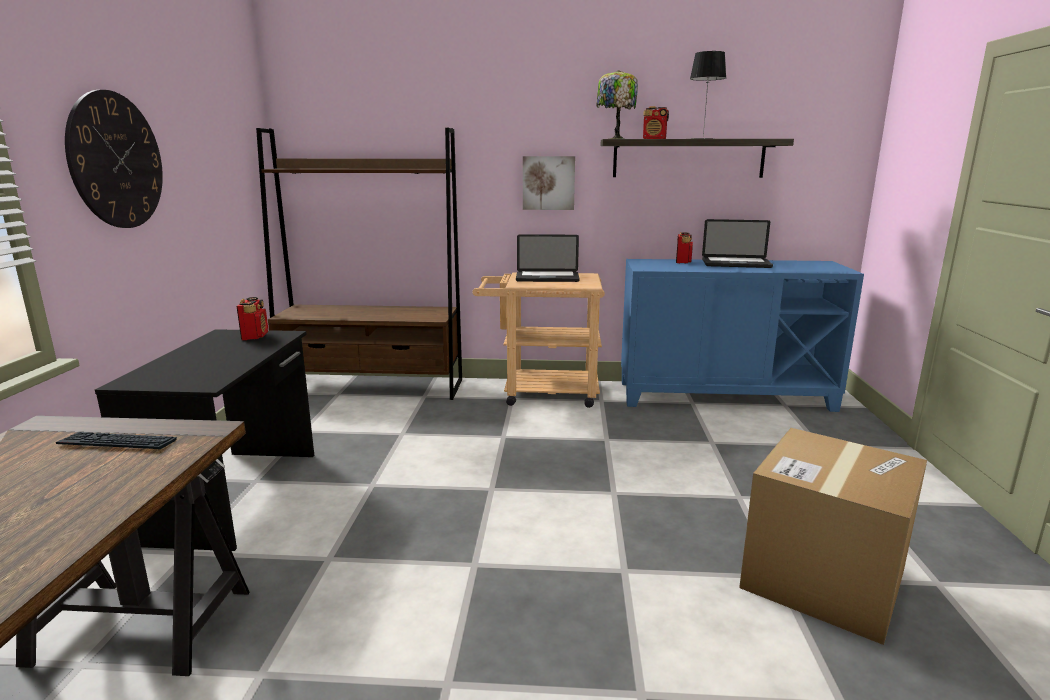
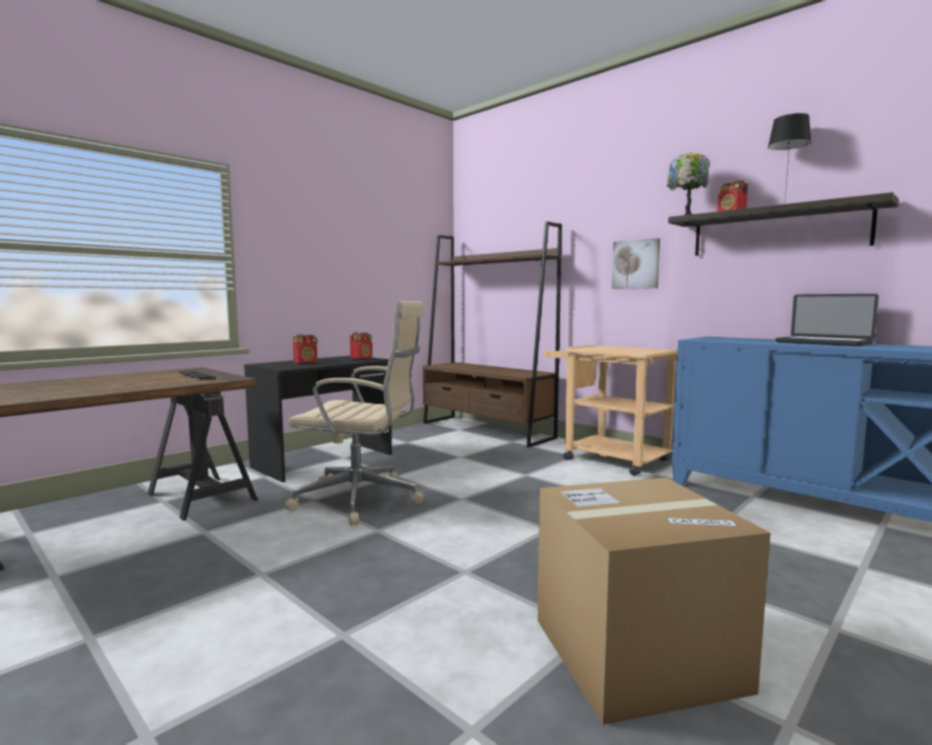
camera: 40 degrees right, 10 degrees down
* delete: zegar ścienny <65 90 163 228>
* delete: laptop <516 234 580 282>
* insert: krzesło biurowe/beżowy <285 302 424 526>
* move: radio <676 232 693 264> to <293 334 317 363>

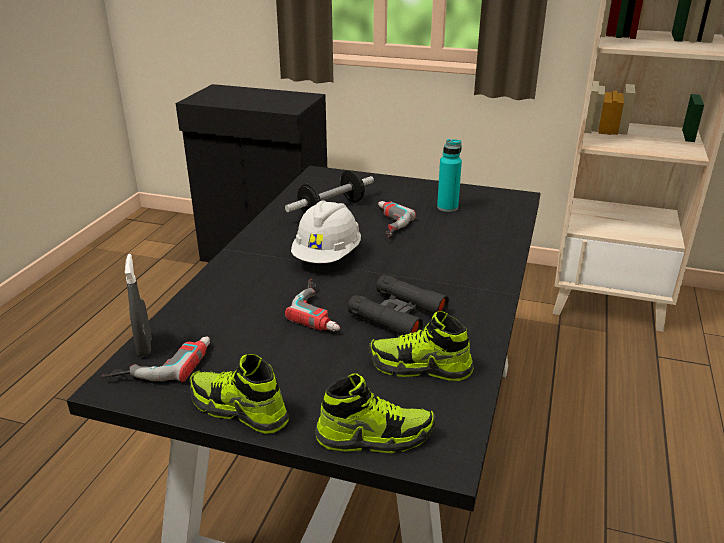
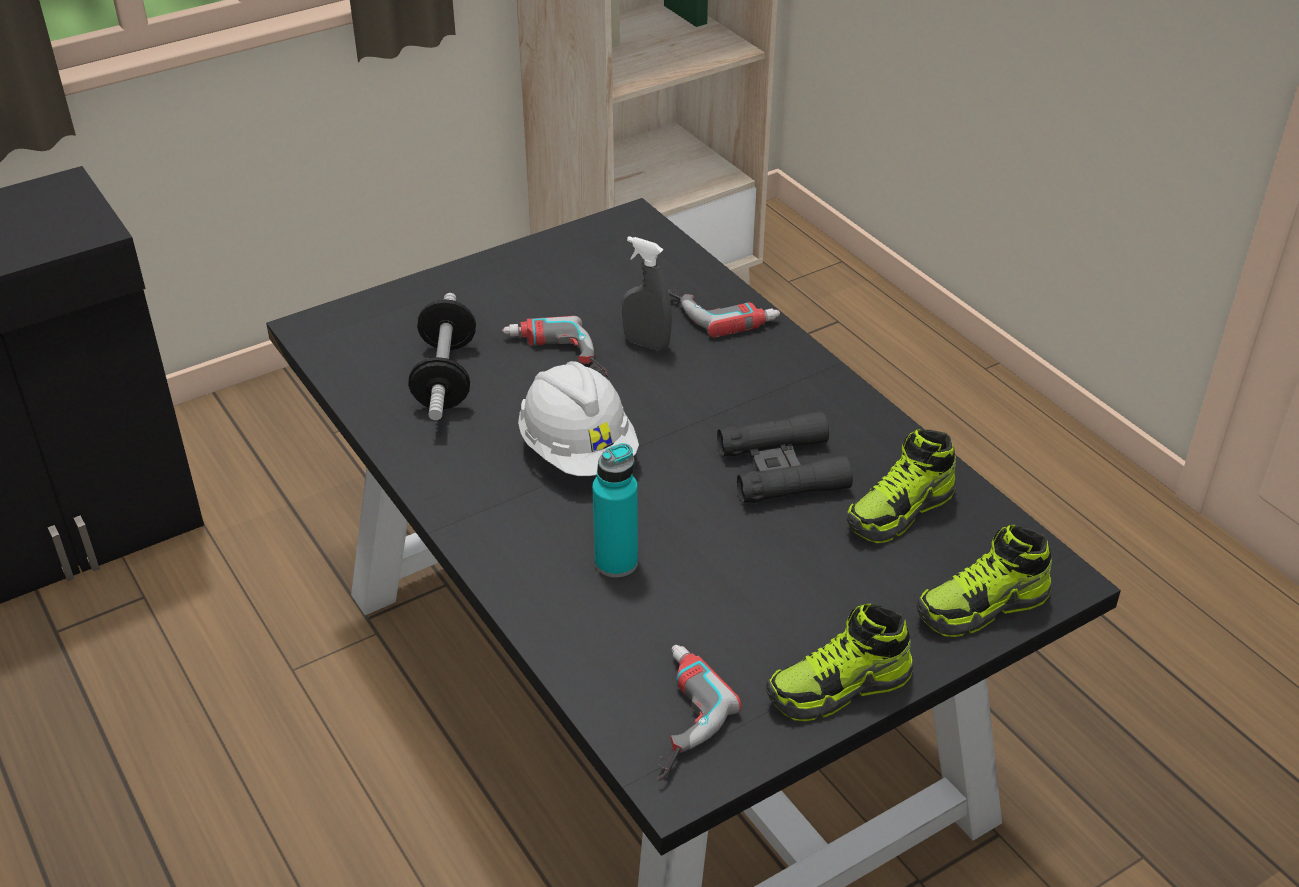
camera: 50 degrees left, 10 degrees up
* move: spryskiwacz/szary <125 254 151 357> to <622 236 672 351>
* move: wiertarka <285 279 340 331> to <668 289 780 338>
* move: butelka/turkusowy <437 139 462 212> to <592 443 638 578>
* rotate: but <315 373 436 453> = <917 525 1052 637> 150 degrees counterclockwise

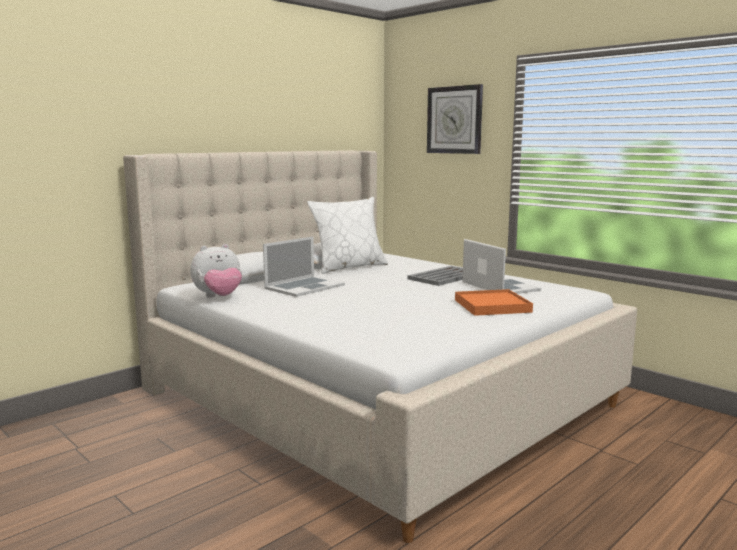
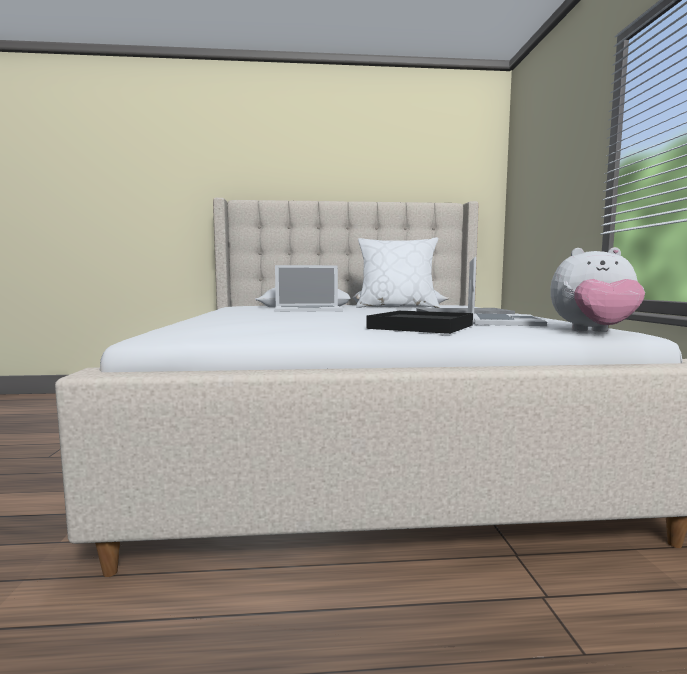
camera: 40 degrees right, 5 degrees down
* delete: zegar ścienny <427 84 483 154>
* move: pluszak <190 244 242 298> to <550 247 645 332>
* recolor: taca/pomarańczowy <455 289 533 316> to taca/czarny <366 311 473 334>

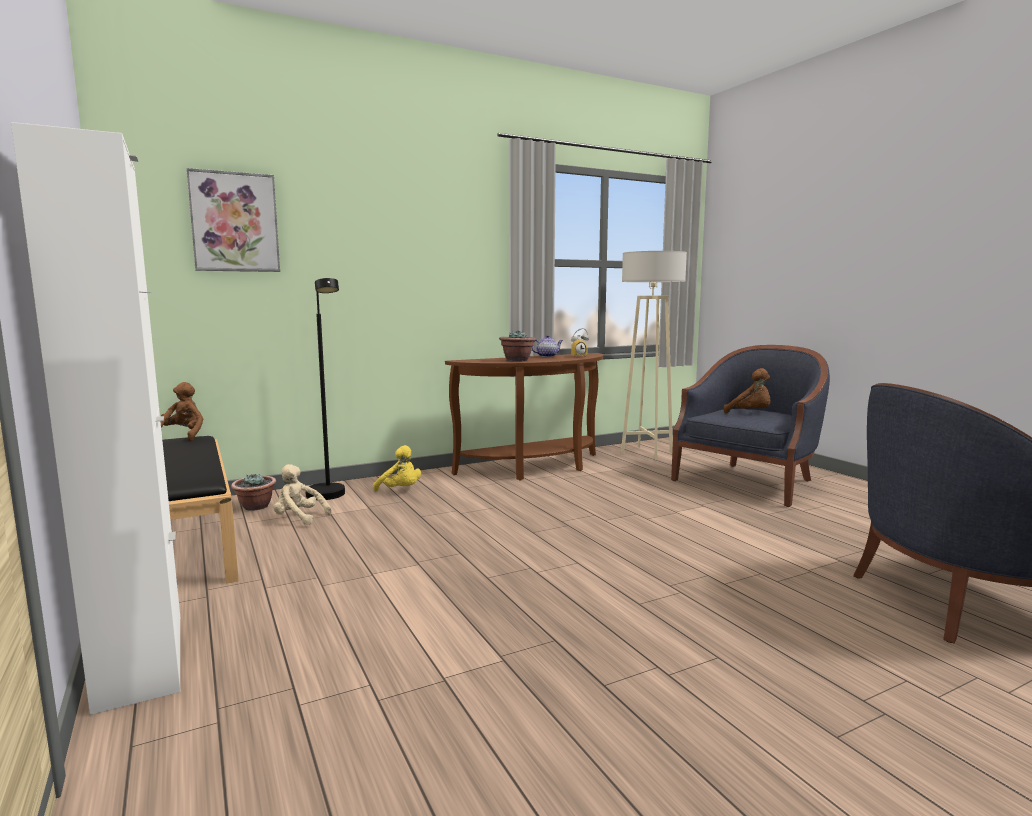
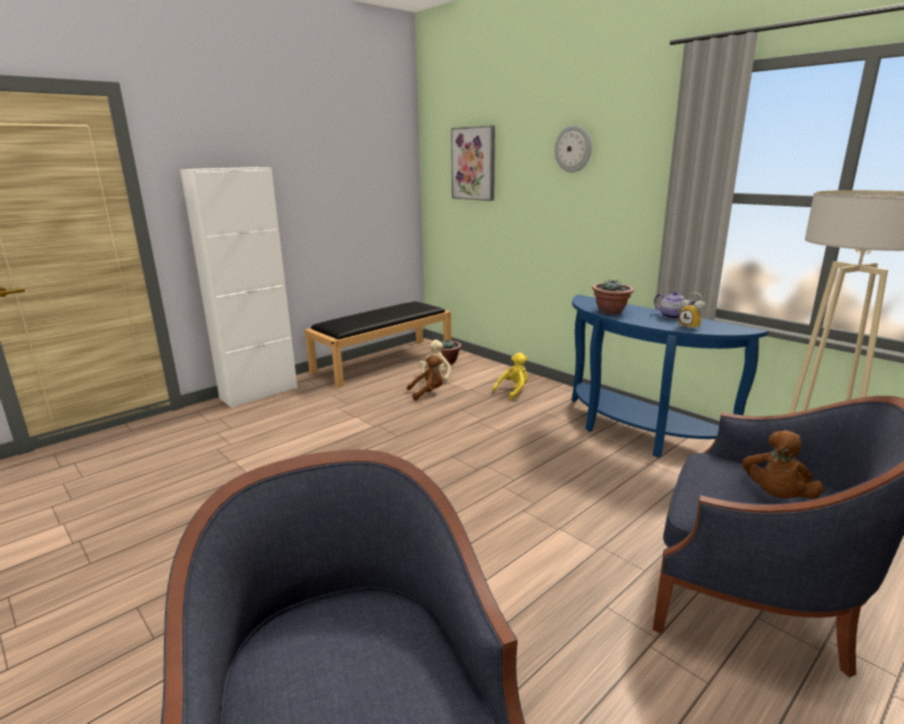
camera: 75 degrees right, 10 degrees up
* delete: lampa stojąca/czarny <305 278 345 500>
* insert: zegar ścienny <555 125 592 173>
* move: pluszak/brązowy <160 382 203 441> to <407 355 443 400>
* recolor: stolik konsolowy/brązowy <445 353 603 480> to stolik konsolowy/niebieski <571 295 768 458>
* rotate: pluszak/żółty <373 445 421 491> = <492 353 528 400> 150 degrees counterclockwise

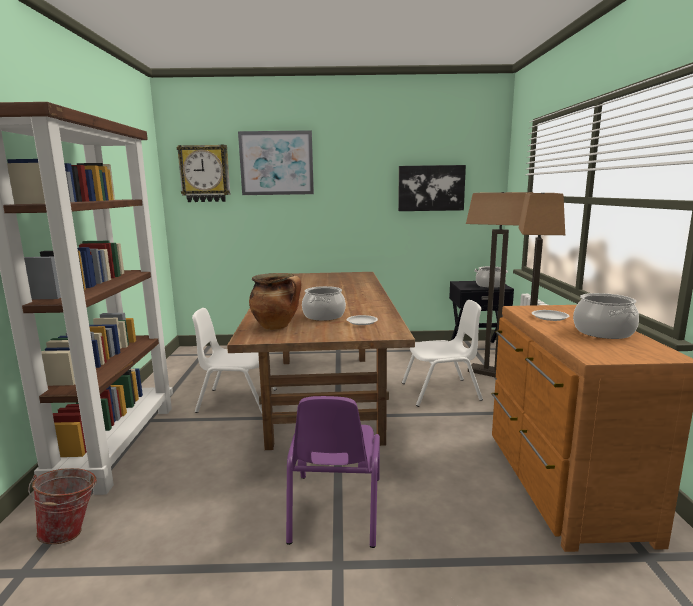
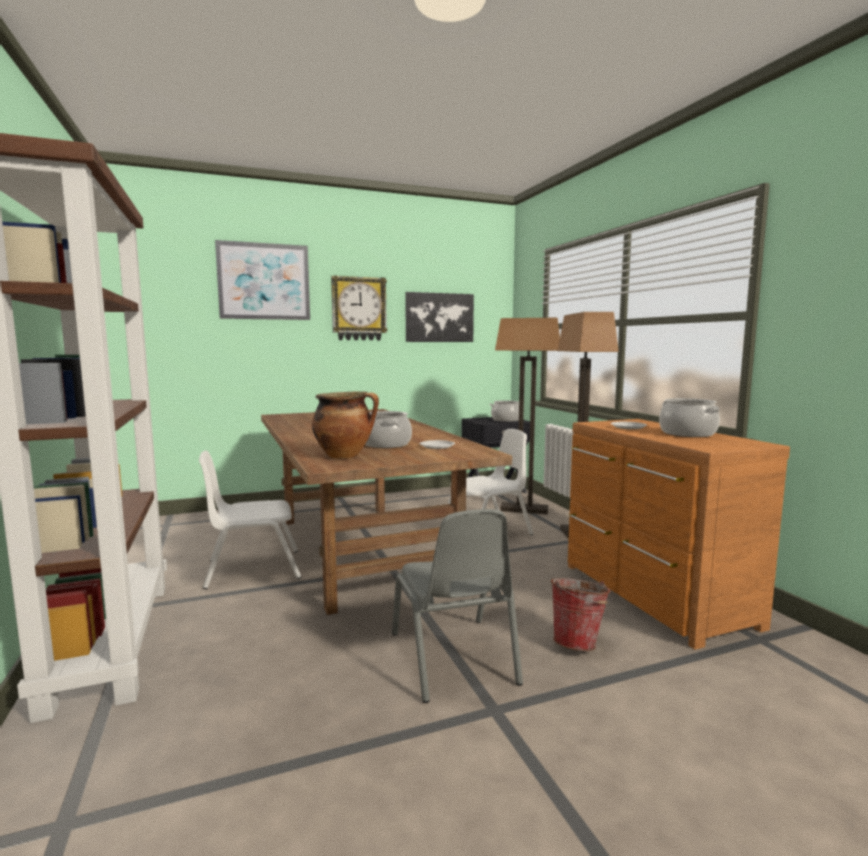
camera: 20 degrees left, 5 degrees down
* move: wiadro <28 468 97 544> to <551 578 613 651>
* move: zegar ścienny <177 145 231 202> to <331 275 387 340>
* recolor: krzesło/fioletowy <286 396 380 548> to krzesło/szary <392 509 523 703>

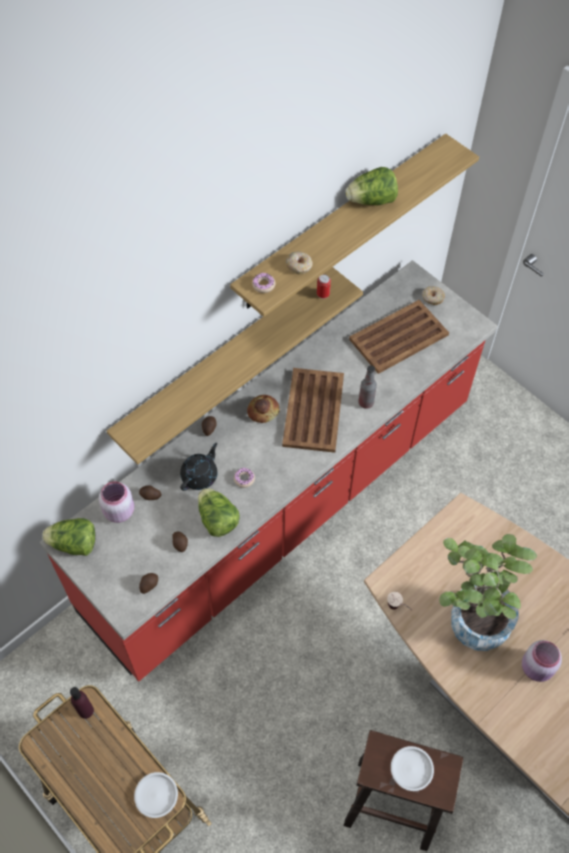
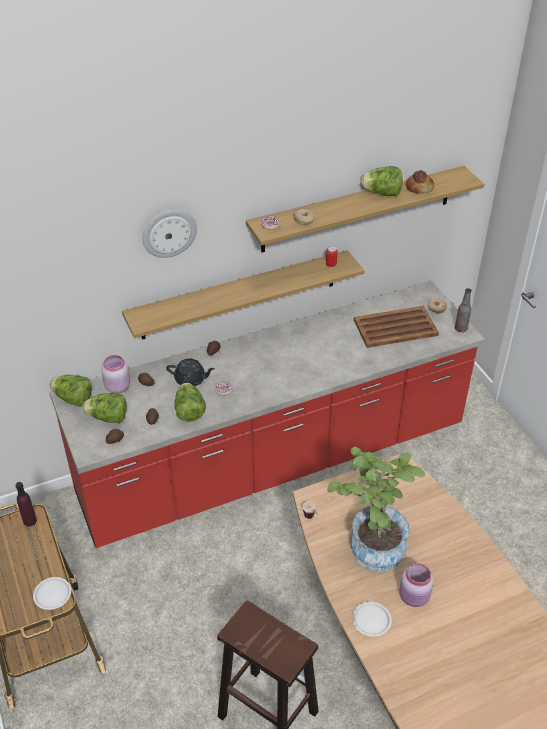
camera: 20 degrees right, 15 degrees down
* delete: taca/brązowy <282 368 344 453>
* insert: sałata <83 392 127 423>
* insert: zegar ścienny <143 209 197 258>
* move: chleb <247 395 280 423> to <406 170 434 193>
* move: butelka <358 365 377 409> to <455 288 472 332>
* move: talerz/biały <391 746 434 791> to <352 602 392 637>
* rotate: imbryk/czarny <180 443 217 491> = <166 358 215 386> 45 degrees clockwise

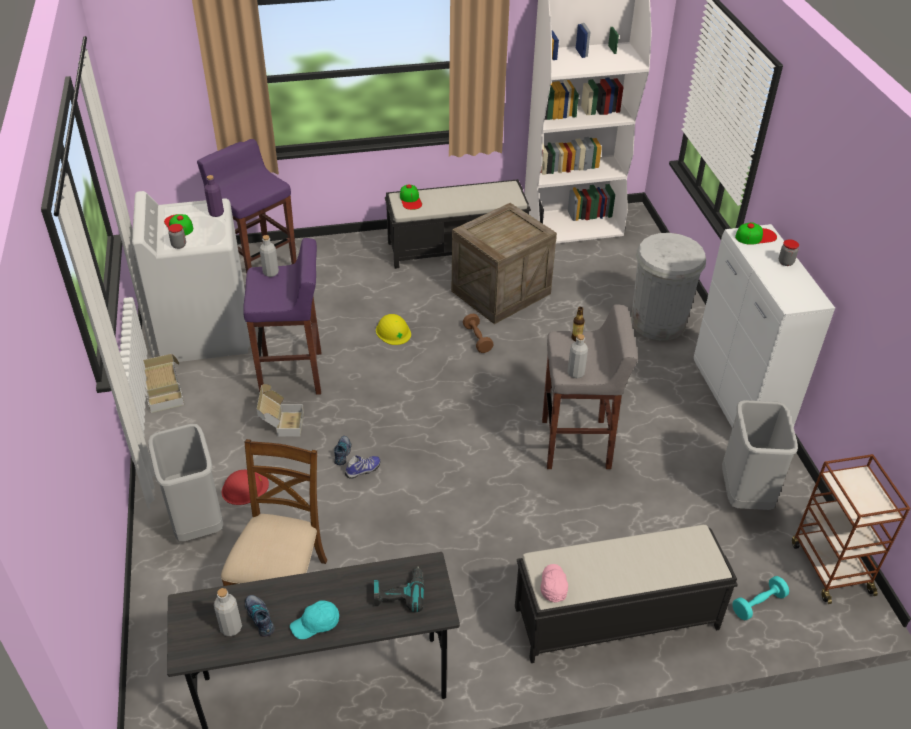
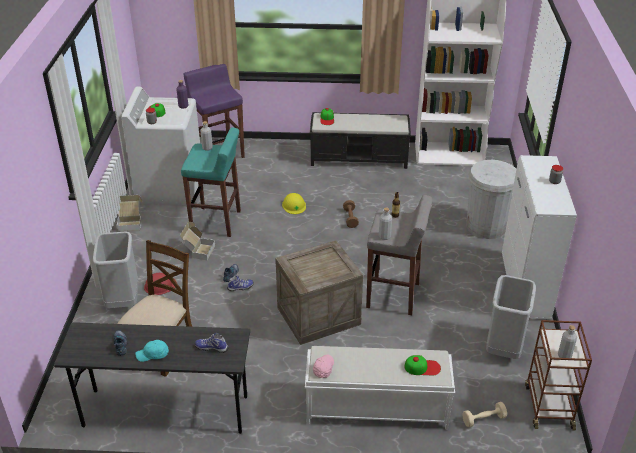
camera: 15 degrees right, 5 degrees down
* move: butelka/szary <214 588 242 636> to <558 325 577 358>
* move: skrzynka <451 203 557 324> to <275 240 363 345>
* move: czapka z daszkiem <735 222 777 245> to <404 355 441 375>
* replace: wiertarka <374 566 424 612> to but <195 333 228 353>
* recolor: stołek/fioletowy <243 238 321 395> to stołek/turkusowy <181 127 241 237>
* recolor: ławka/czarny <515 525 738 663> to ławka/biały <305 346 455 430>
* recolor: hantel/turkusowy <732 576 789 620> to hantel/beżowy <462 402 507 427>

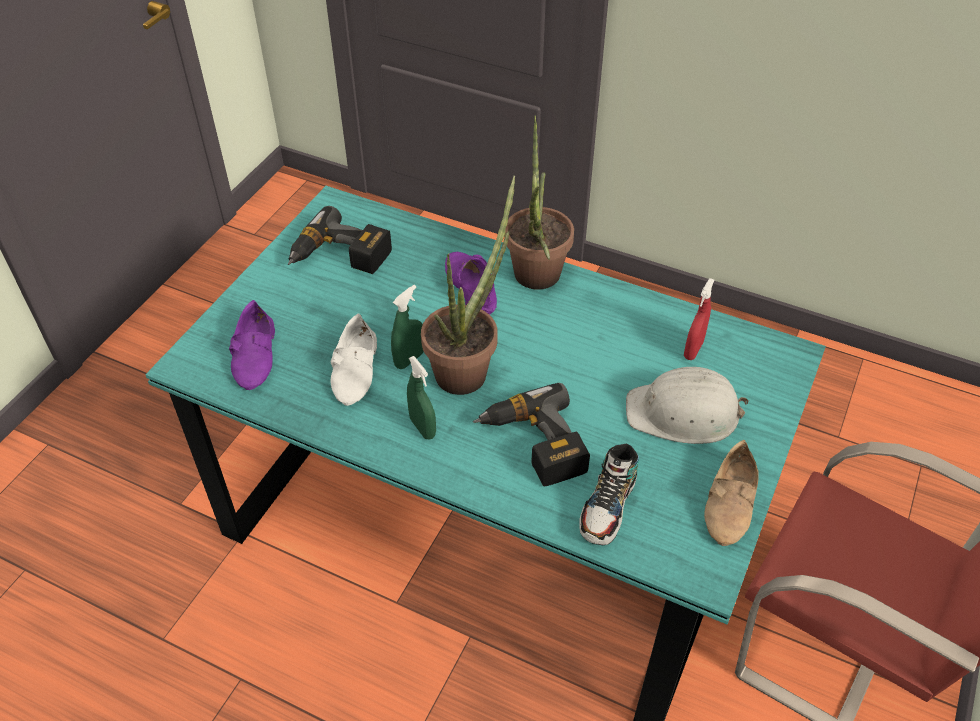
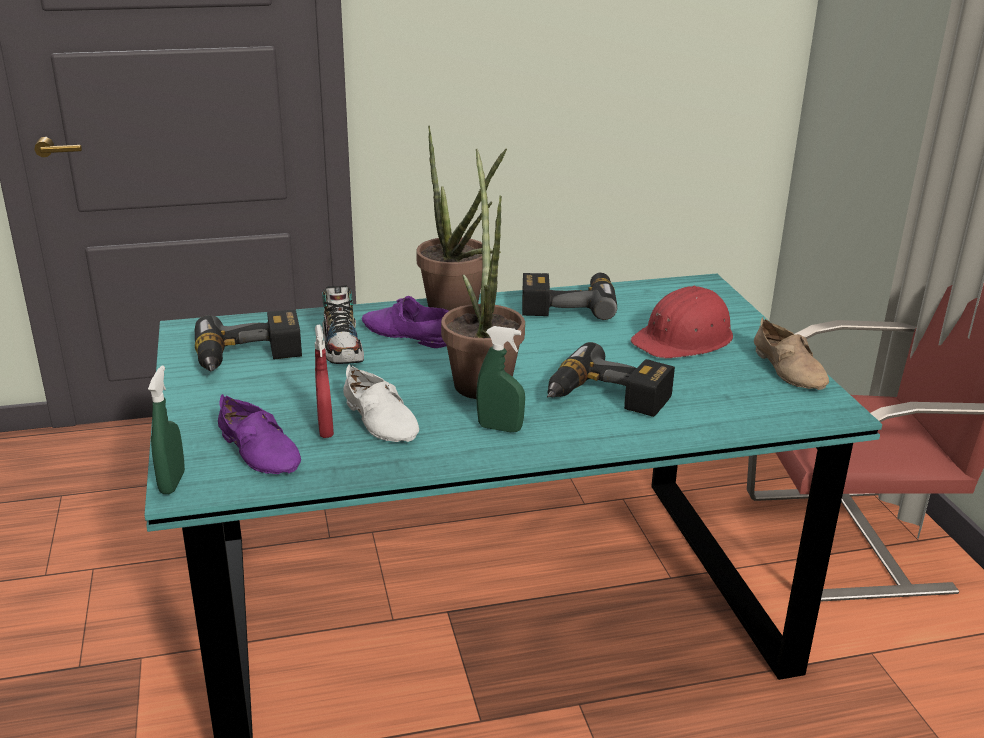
camera: 40 degrees left, 20 degrees down
* insert: wiertarka <522 273 617 320>
* move: spryskiwacz/zielony <391 285 423 369> to <148 366 185 494>
* move: but <579 444 639 545> to <322 285 364 364>
* move: spryskiwacz/czerwony <684 278 714 360> to <315 325 334 438>
* recolor: kask/biały <626 367 749 444> to kask/czerwony <630 286 733 359>

